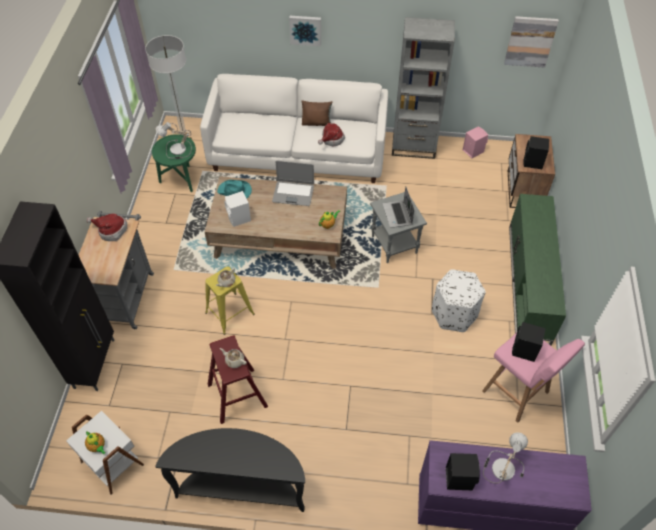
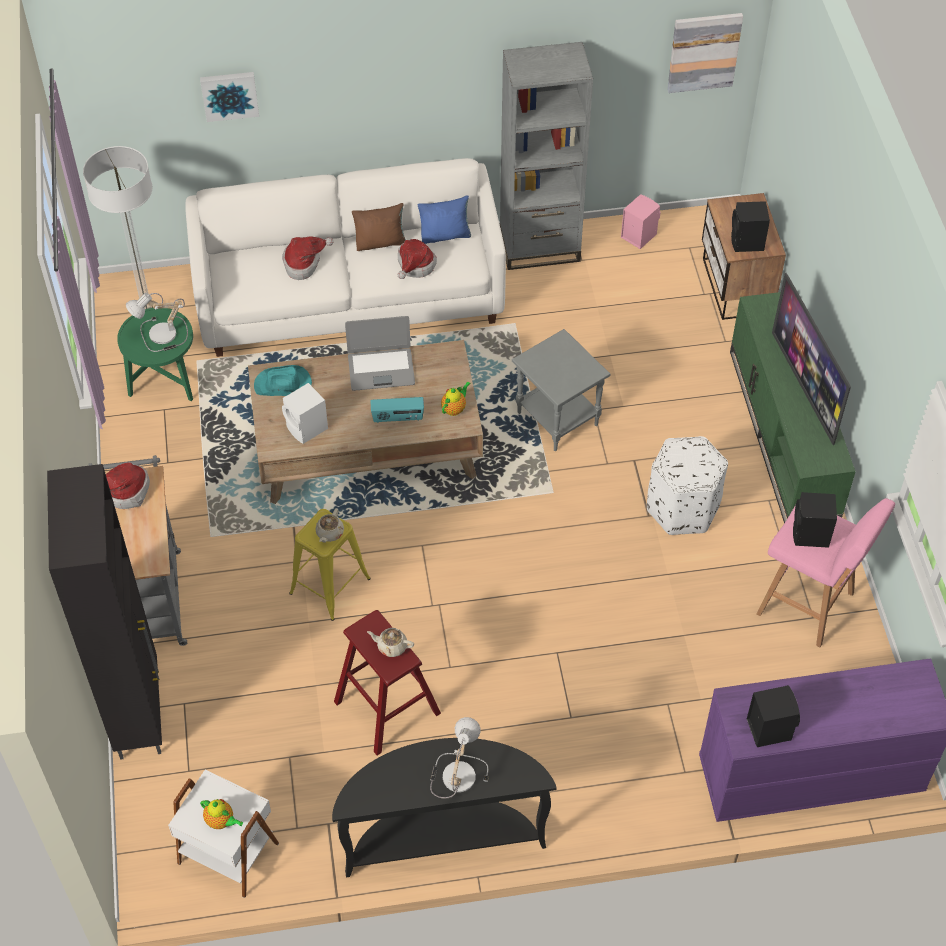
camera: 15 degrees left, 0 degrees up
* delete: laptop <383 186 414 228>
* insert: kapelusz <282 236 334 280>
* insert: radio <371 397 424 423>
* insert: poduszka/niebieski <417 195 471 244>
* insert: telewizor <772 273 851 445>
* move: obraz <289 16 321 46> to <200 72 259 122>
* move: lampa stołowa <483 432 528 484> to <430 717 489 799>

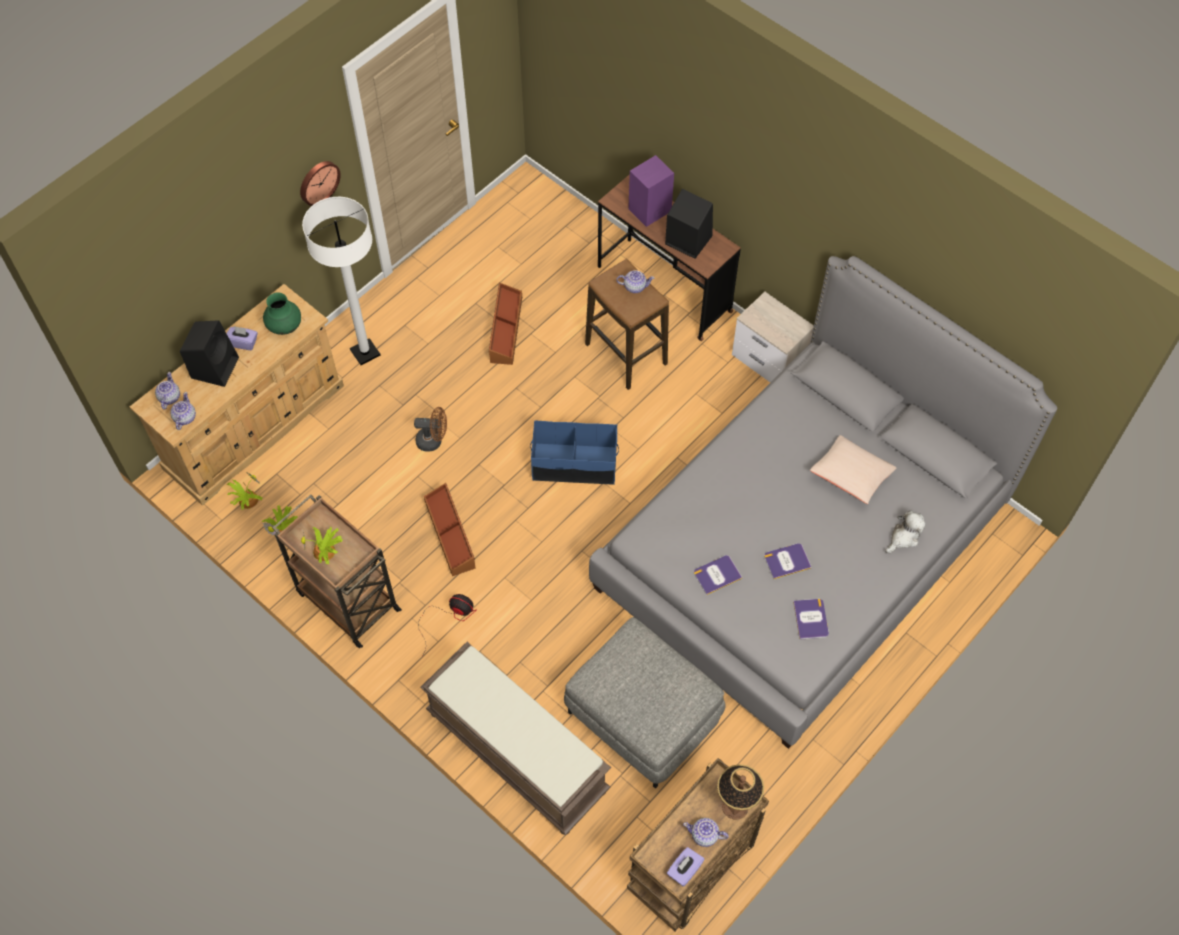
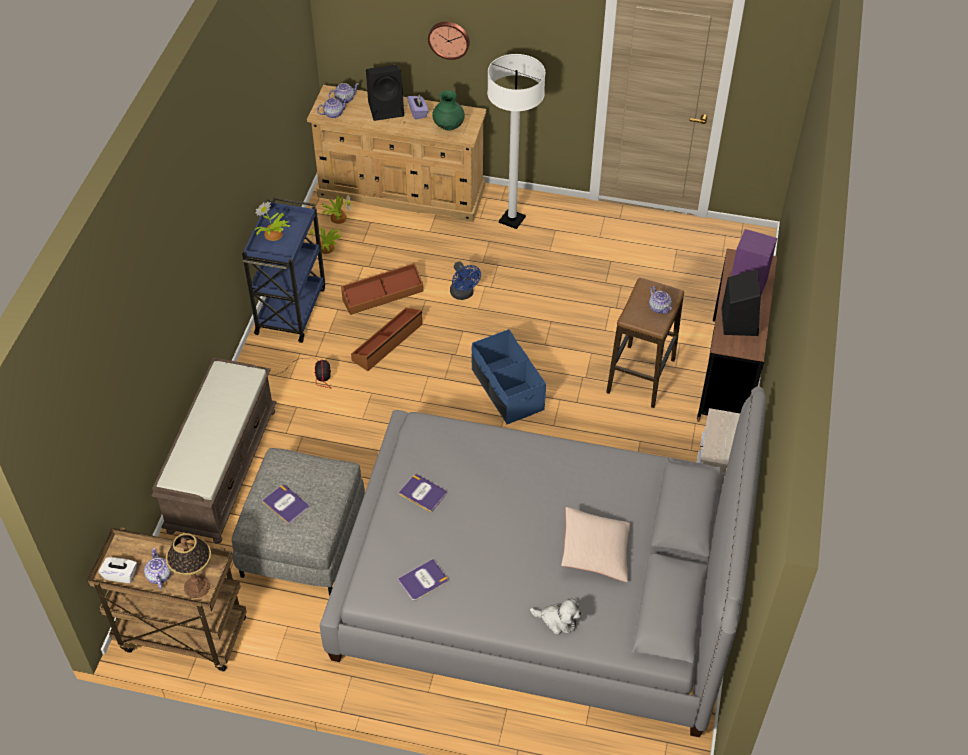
camera: 60 degrees right, 10 degrees down
* move: zegar ścienny <300 161 341 206> to <428 22 470 60>
* move: pojemnik do przechowywania/brązowy <489 282 522 365> to <341 263 424 315>
* move: książka <764 543 812 579> to <262 485 309 524>
* recolor: wózek/brązowy <273 494 402 648> to wózek/niebieski <242 197 325 343>
* recolor: wentylator/brązowy <414 407 447 452> to wentylator/niebieski <450 261 481 300>
* recolor: pudełko chusteczek/fioletowy <667 847 705 887> to pudełko chusteczek/biały <99 557 137 583>

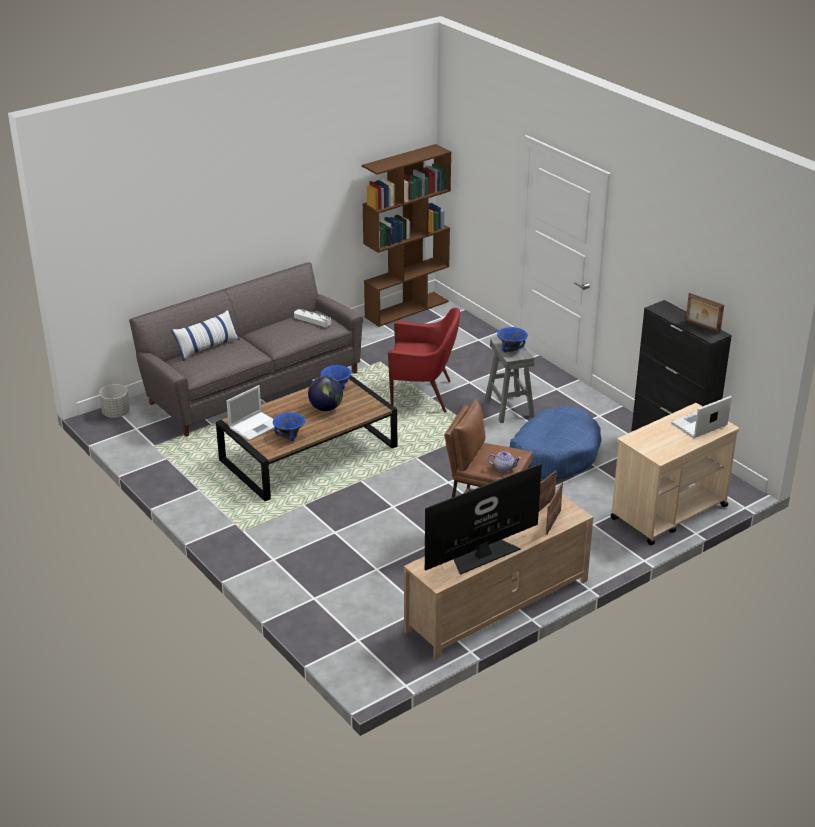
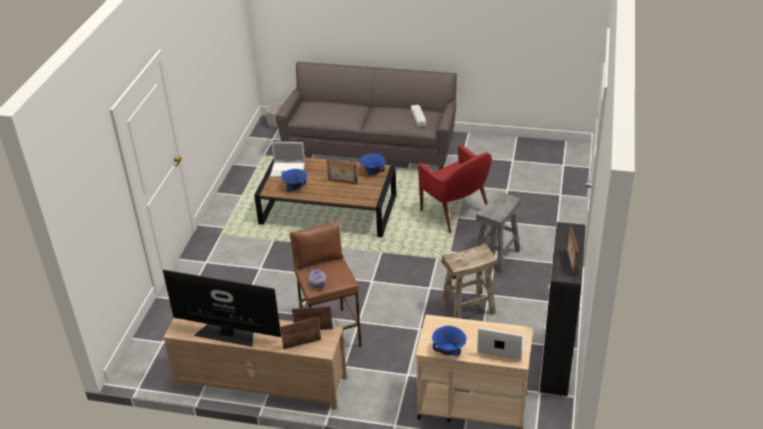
camera: 50 degrees right, 5 degrees up
* delete: poduszka <171 309 240 361>
* delete: regał/brązowy <362 144 451 327>
* move: miska/niebieski <497 327 528 352> to <432 326 467 356>
* replace: globus <308 376 343 411> to ramka na zdjęcie <327 160 358 184>
* replace: legowisko/niebieski <509 406 602 479> to stołek/beżowy <440 243 498 318>

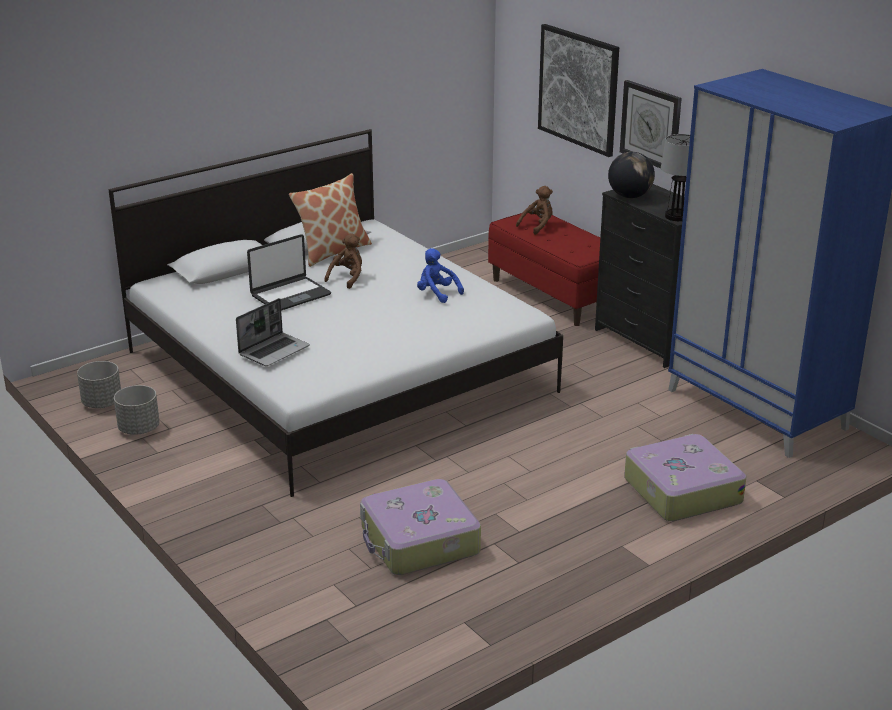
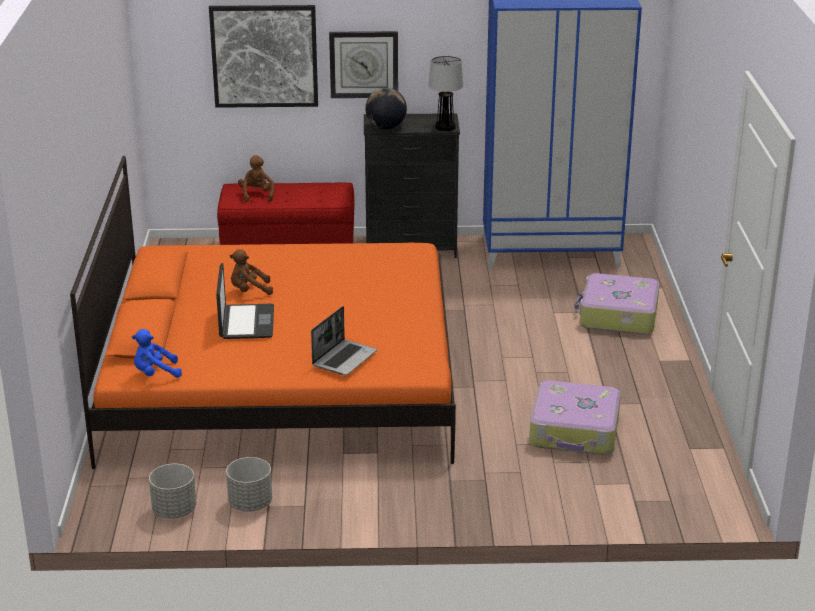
camera: 55 degrees left, 0 degrees up
* delete: poduszka <289 173 372 267>
* move: pluszak/niebieski <417 248 464 303> to <132 329 182 378>
* recolor: łóżko/biały <108 129 563 497> to łóżko/pomarańczowy <70 156 456 469>
* rotate: laptop <236 298 310 366> = <311 306 377 375> 45 degrees clockwise
* rotate: pluszak/brązowy <324 233 362 289> = <230 249 273 295> 75 degrees counterclockwise

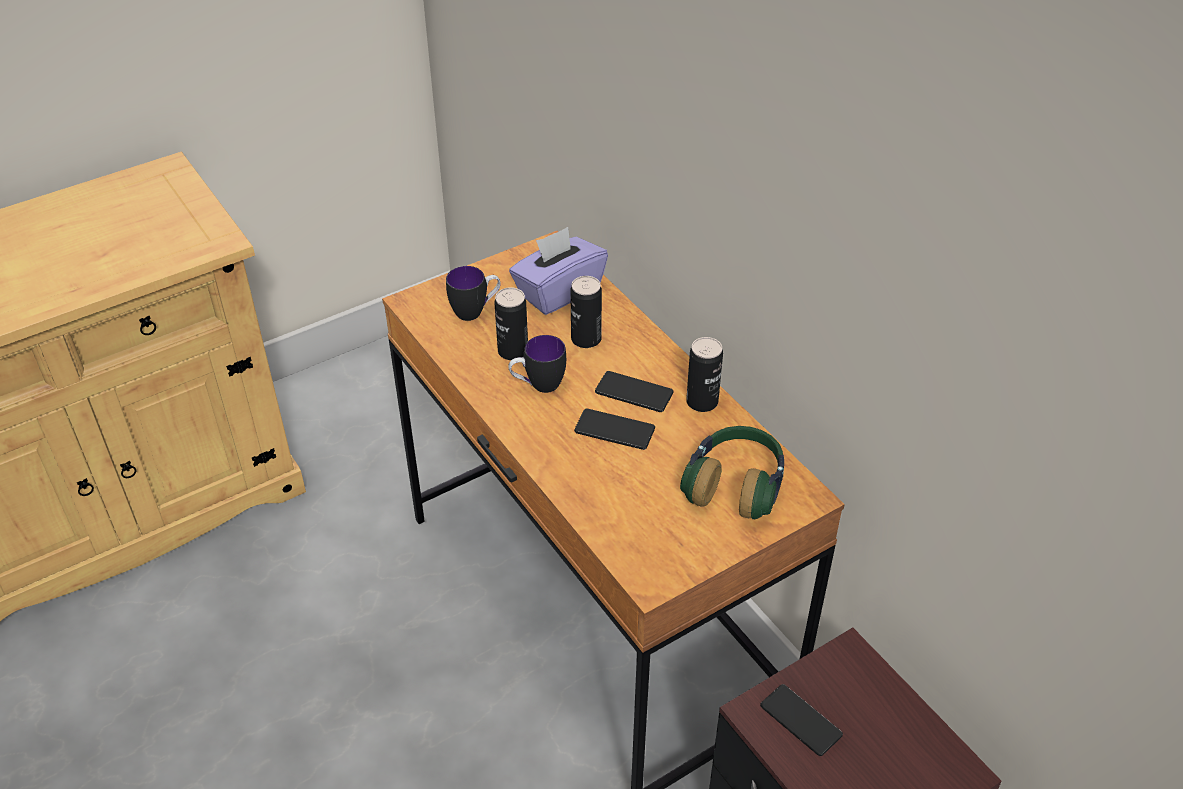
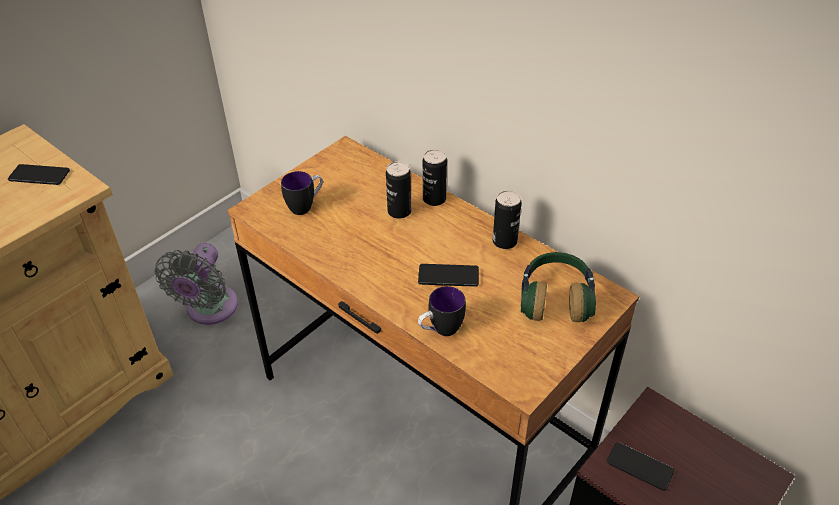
camera: 15 degrees left, 0 degrees up
* delete: pudełko chusteczek/fioletowy <509 227 608 315>
* insert: wentylator/szary <154 243 238 325>
* move: puszka <494 287 528 360> to <423 149 447 206>
* move: kubek <508 335 566 393> to <418 286 466 336>
* move: telefon <595 371 674 412> to <8 164 70 185>

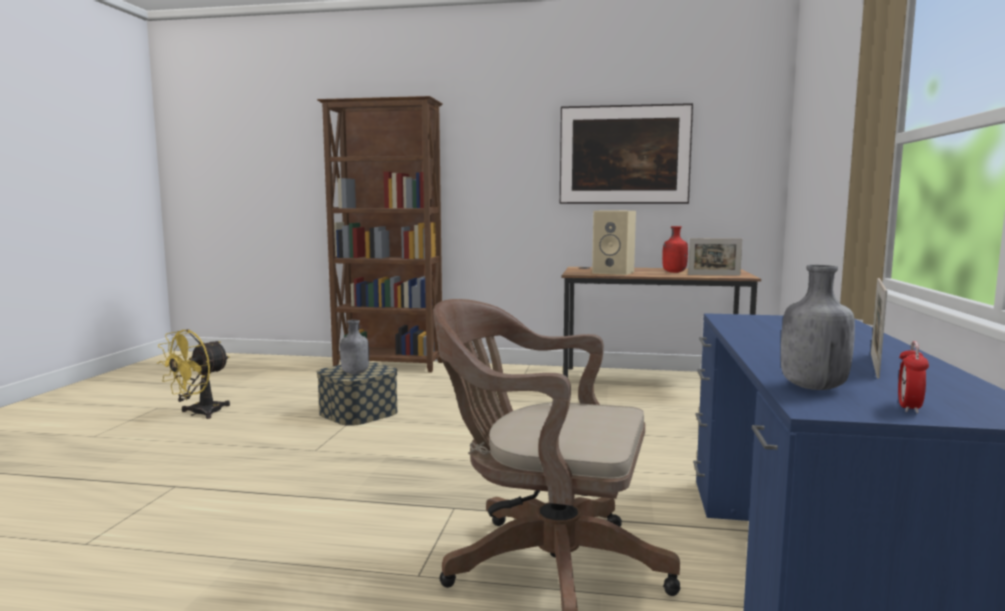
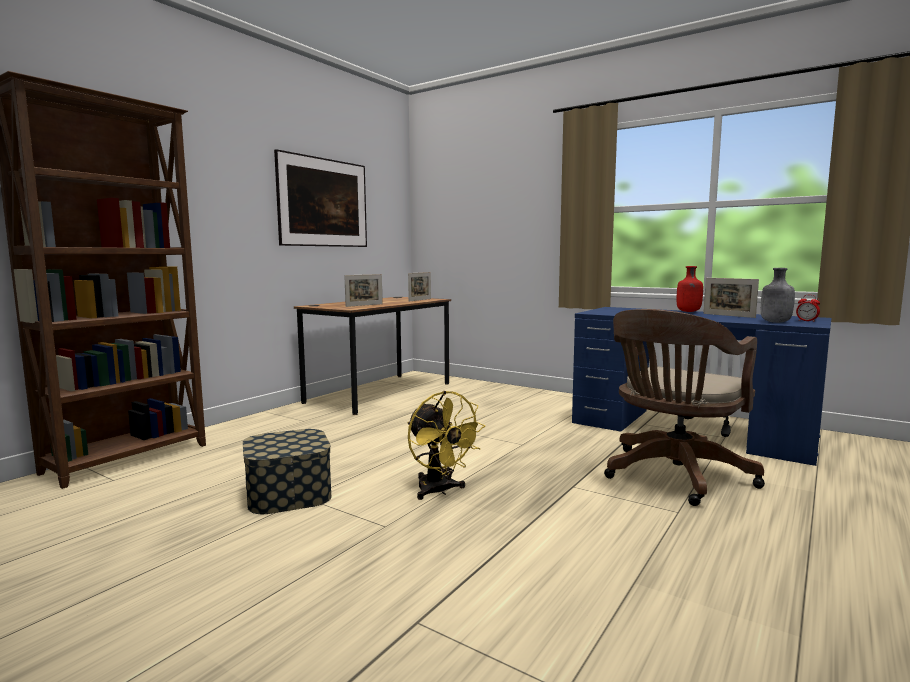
camera: 65 degrees left, 0 degrees up
* delete: butelka/szary <340 320 369 374>
* move: wentylator/żółty <157 329 230 419> to <408 391 485 500>
* move: butelka/czerwony <662 226 688 273> to <677 266 703 312>
* replace: głośnik/beżowy <592 211 636 275> to ramka na zdjęcie <344 274 383 307>

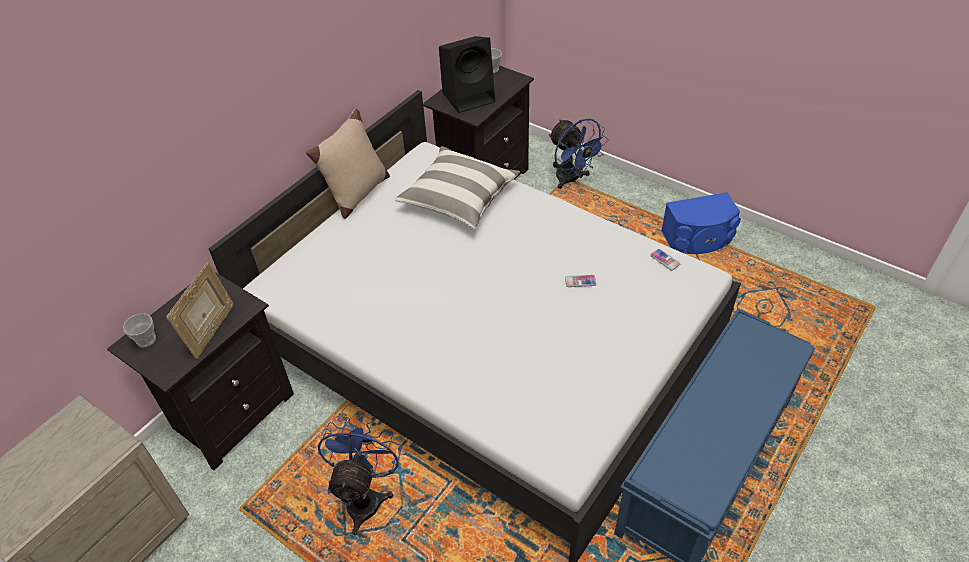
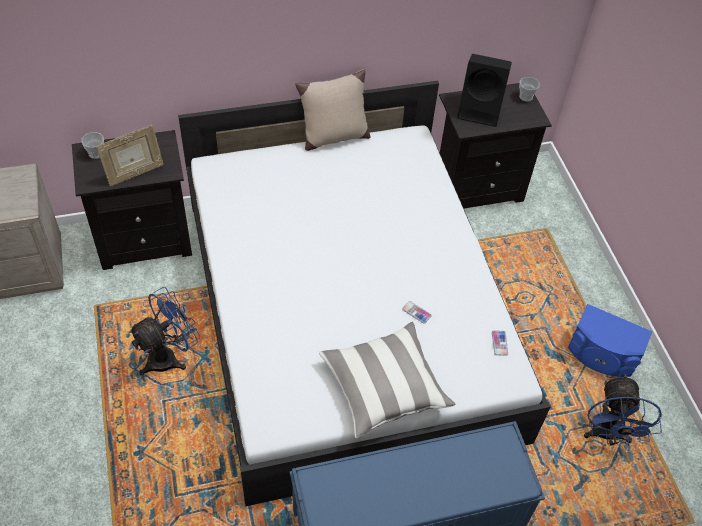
camera: 35 degrees right, 5 degrees up
* move: poduszka <394 146 520 229> to <319 322 455 438>
* move: wentylator/niebieski <549 118 608 189> to <584 374 662 446>

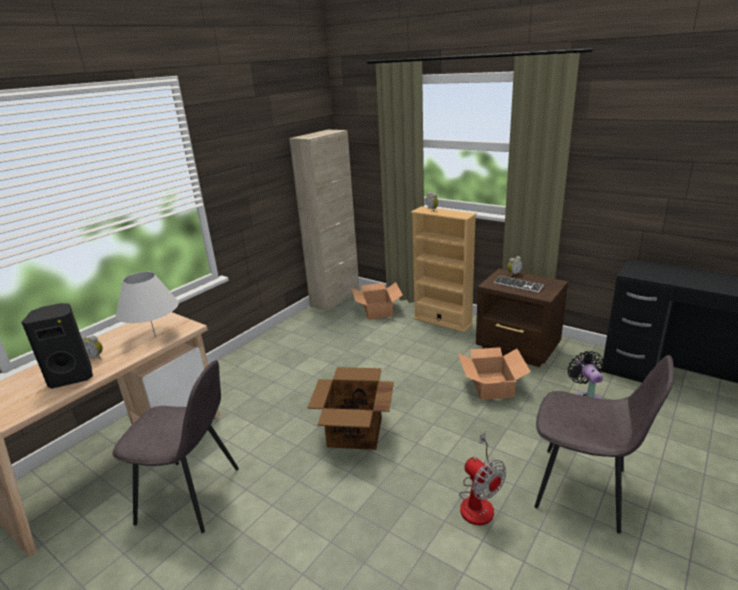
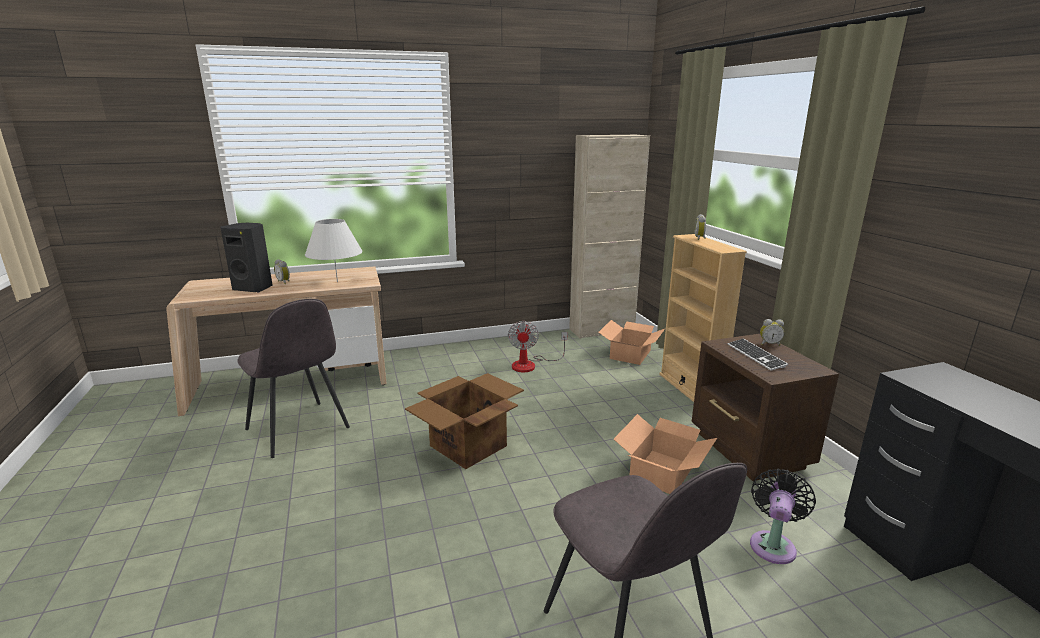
camera: 35 degrees right, 5 degrees down
* move: wentylator <459 432 506 526> to <508 321 567 372>

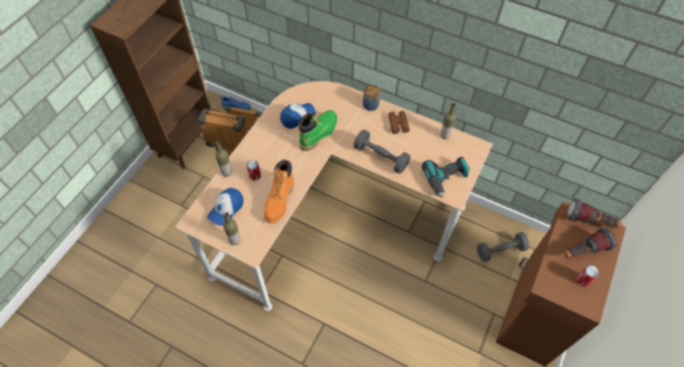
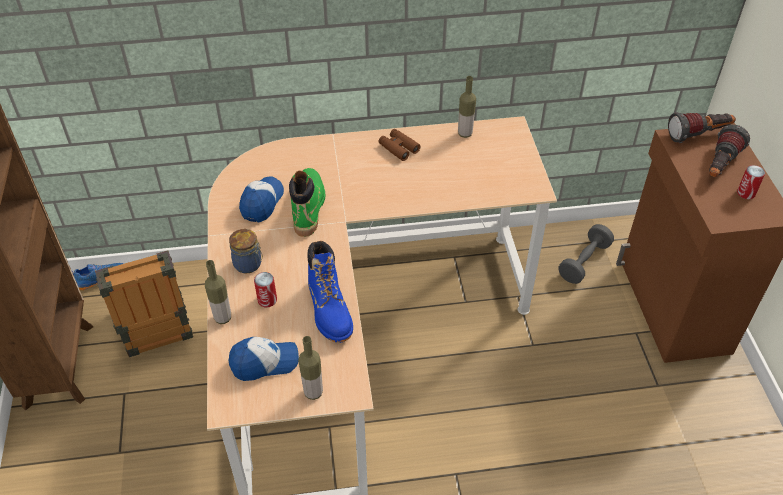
camera: 35 degrees left, 10 degrees down
* delete: hantel/szary <354 130 410 174>
* delete: wiertarka <422 157 470 198>
* move: słoik <363 85 380 111> to <229 229 263 274>
* recolor: but z cholewką/pomarańczowy <264 159 294 223> to but z cholewką/niebieski <307 241 353 343>
* rotate: czapka z daszkiem <207 188 243 226> = <229 337 299 381> 105 degrees counterclockwise

